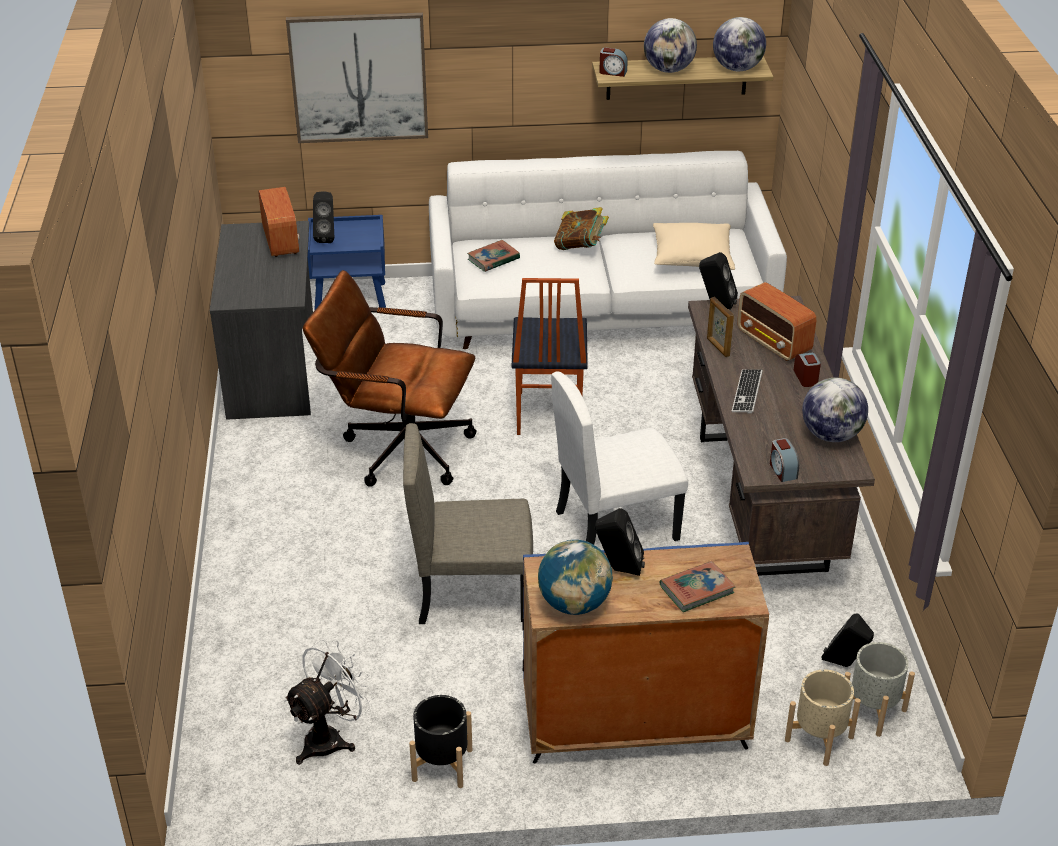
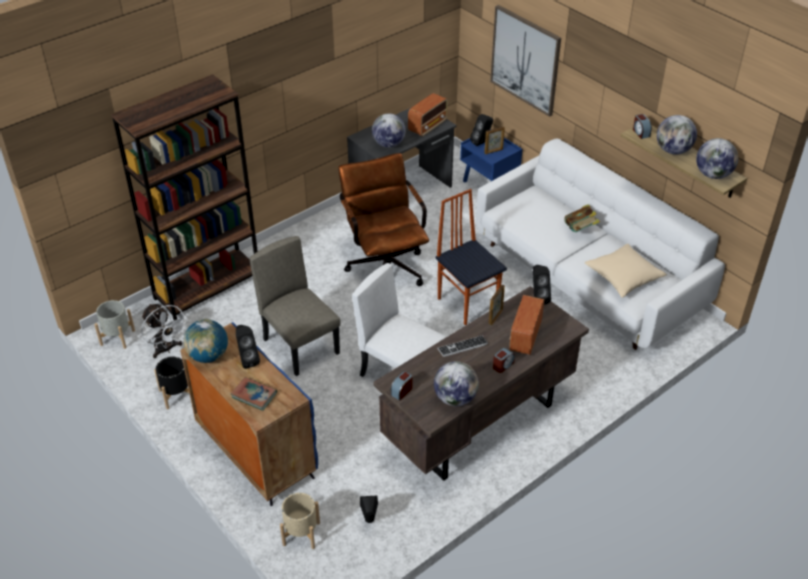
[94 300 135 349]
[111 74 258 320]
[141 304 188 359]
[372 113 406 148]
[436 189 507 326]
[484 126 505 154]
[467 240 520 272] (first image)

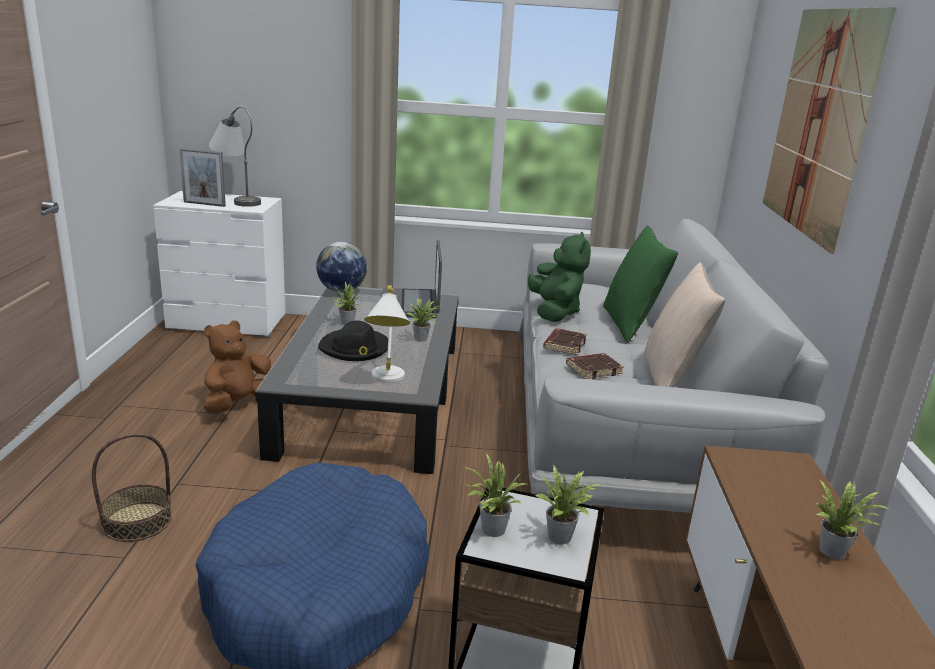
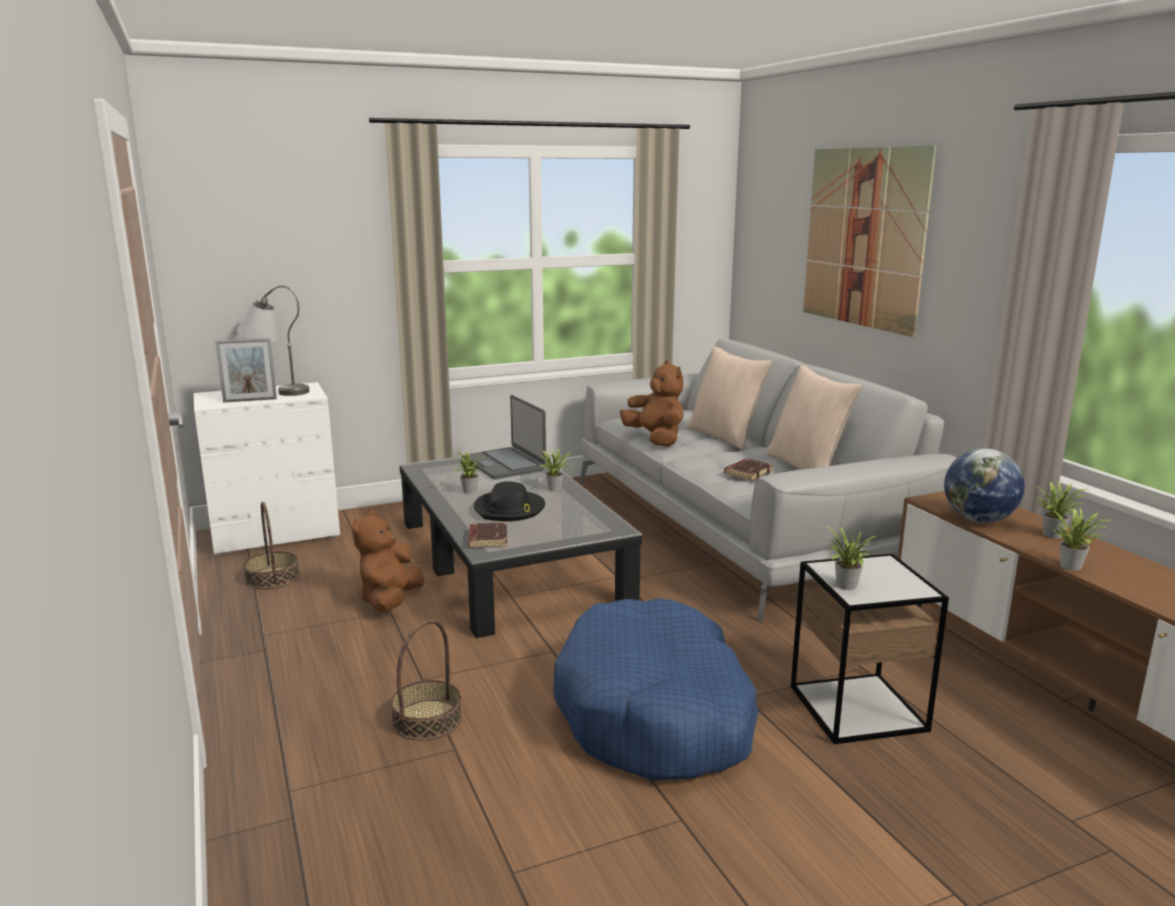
[243 502 299 589]
[468 522 507 548]
[620 361 684 447]
[687 346 772 450]
[944 448 1025 523]
[1054 508 1113 571]
[364 285 410 383] (first image)

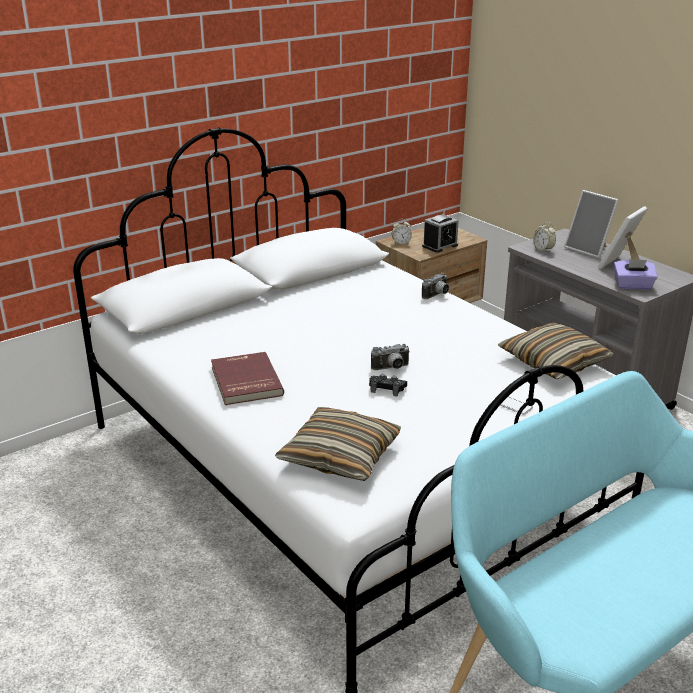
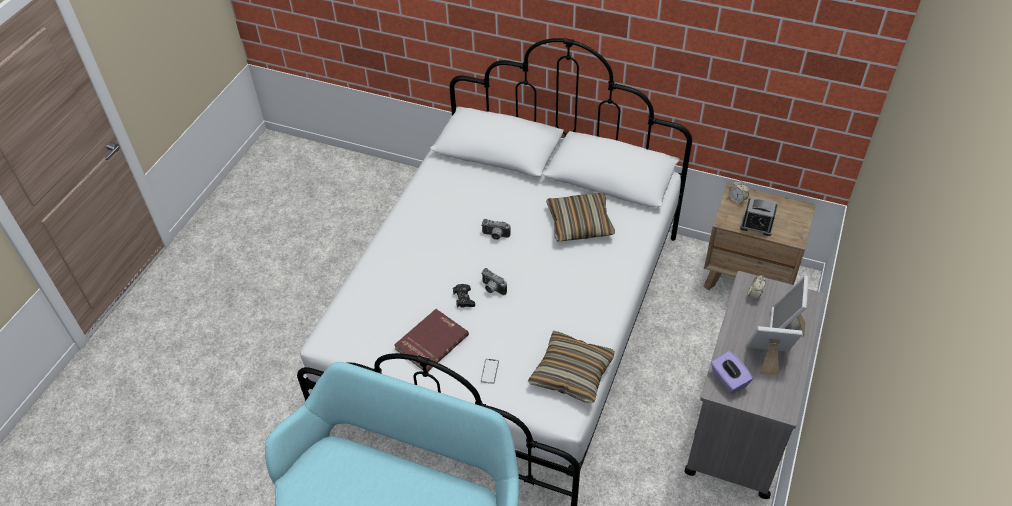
[394 309 469 371]
[481 219 511 240]
[546 193 615 241]

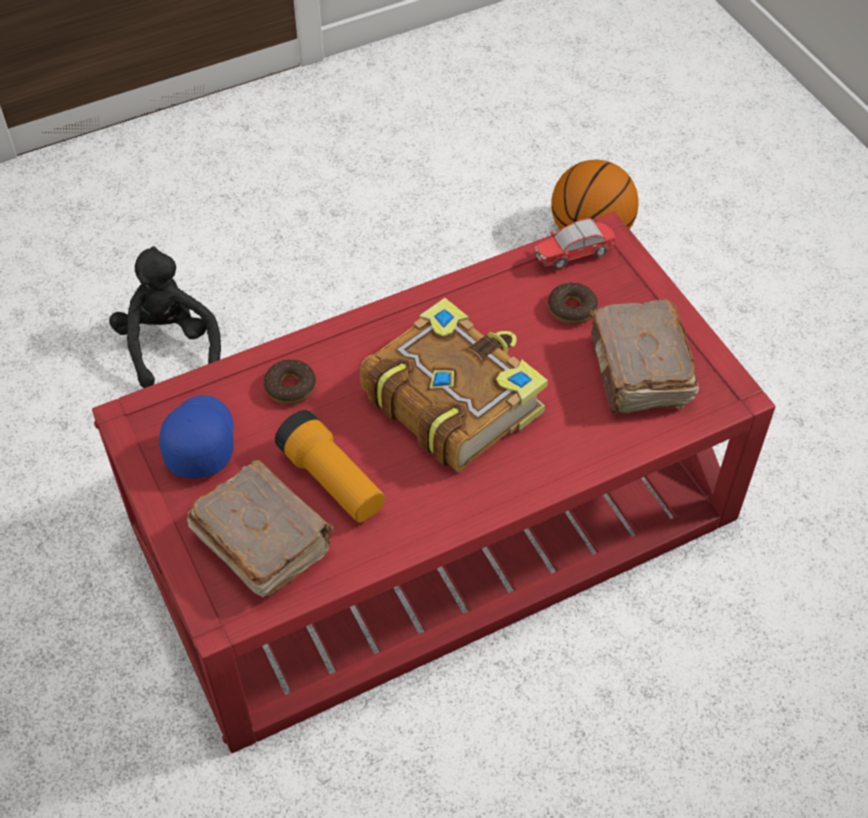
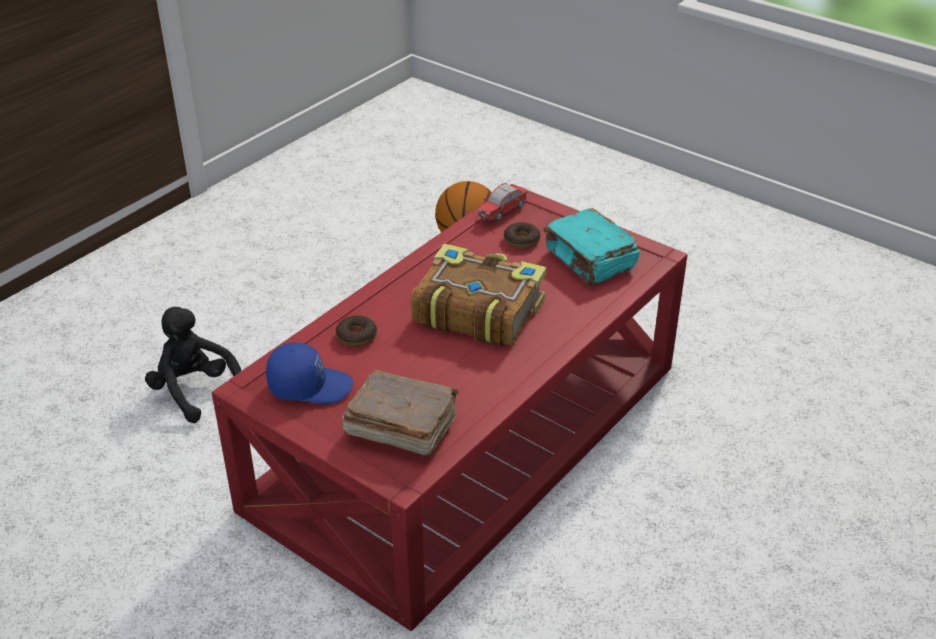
[266 342 353 404]
[543 208 640 285]
[275 410 385 523] (first image)

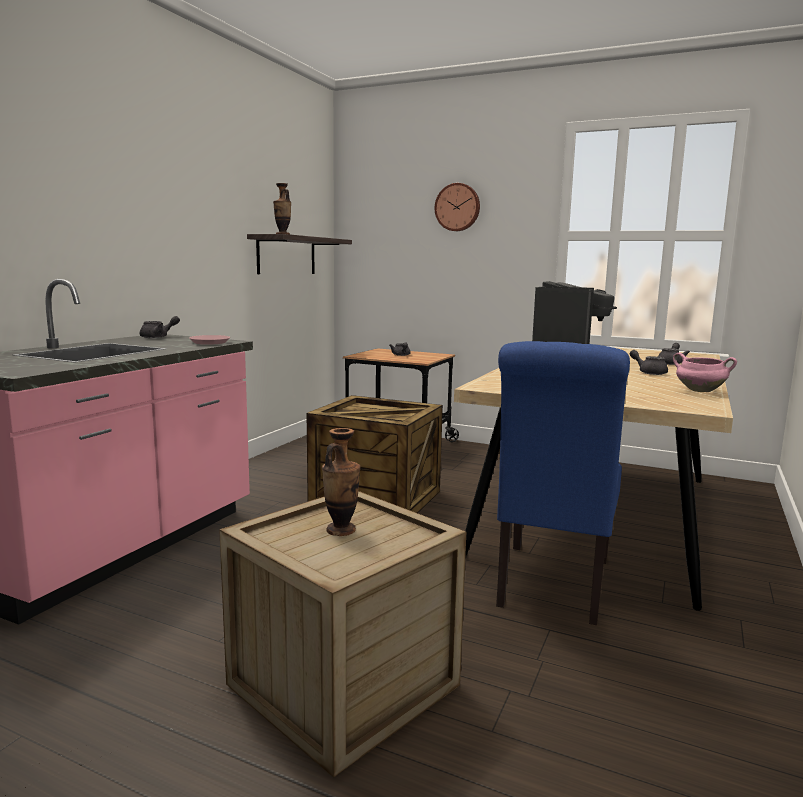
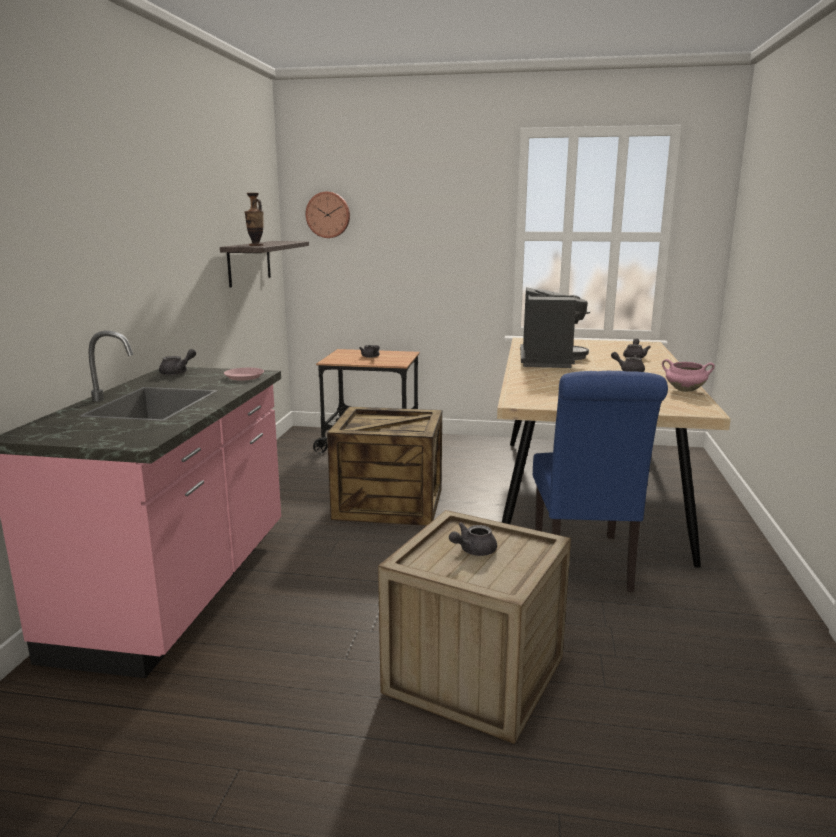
[306 192 350 238]
[449 522 497 556]

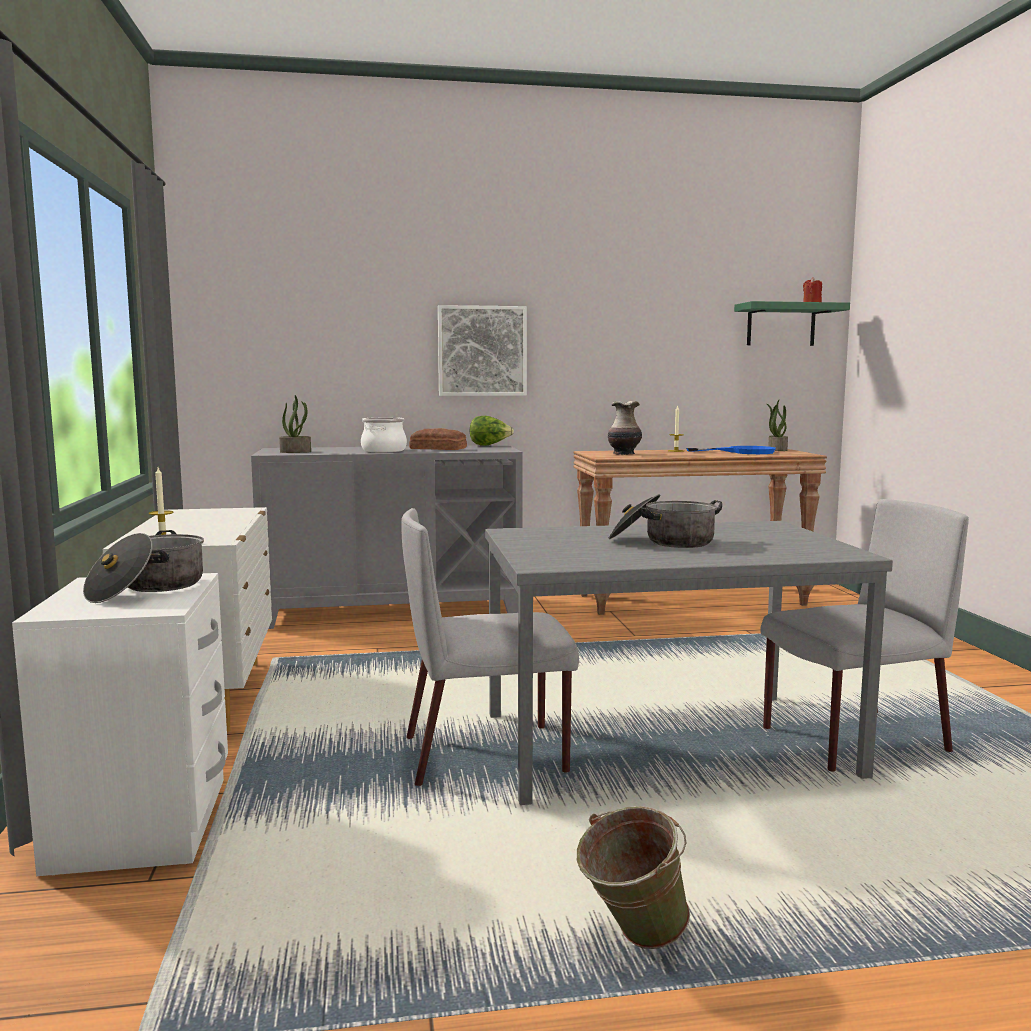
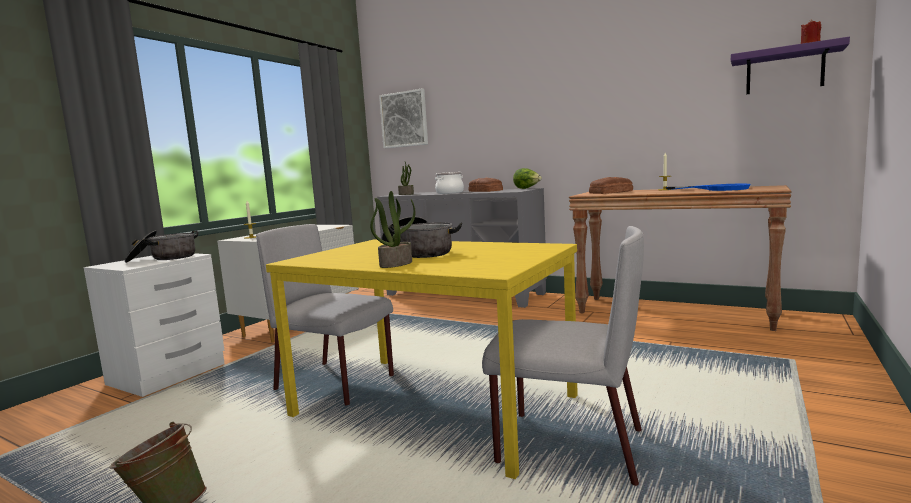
[266 240 578 479]
[370 191 415 268]
[379 89 428 148]
[589 177 633 194]
[731 37 850 94]

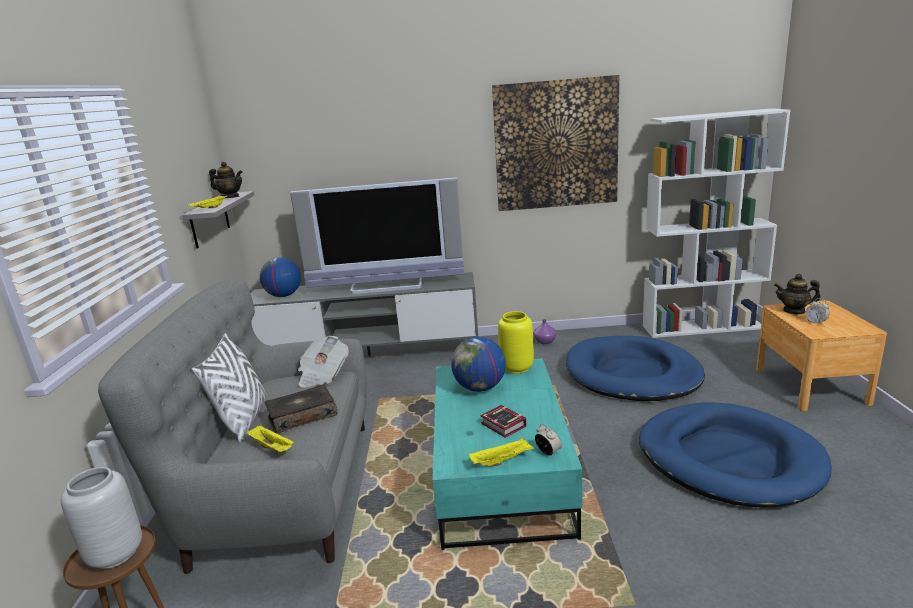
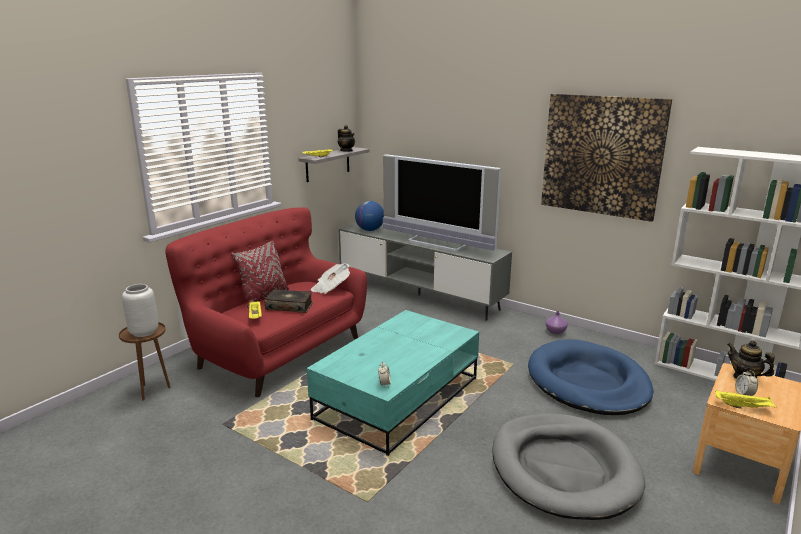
[165 207 367 397]
[231 240 289 308]
[492 413 645 520]
[715 390 776 409]
[451 337 506 392] (first image)
[480 405 527 438] (first image)
[498 311 534 374] (first image)

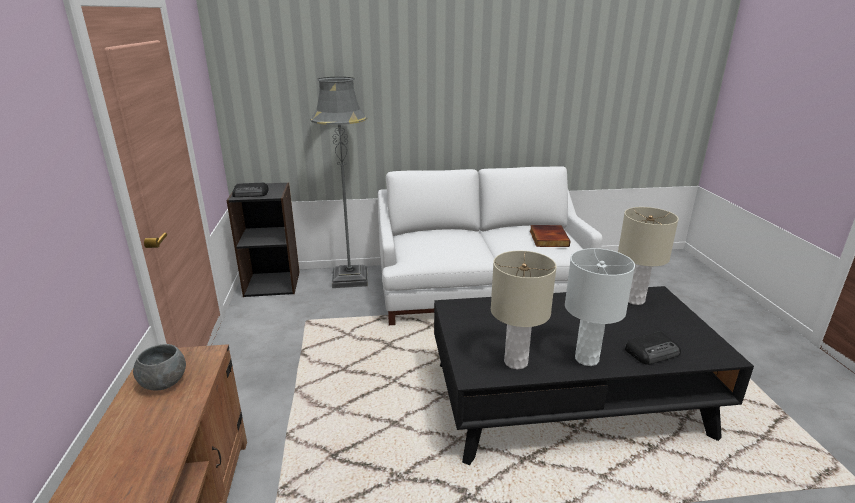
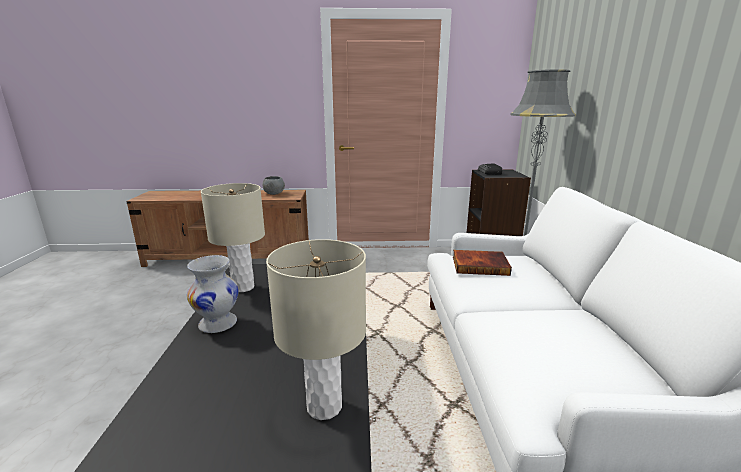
[187 255 239 333]
[453 250 512 276]
[625 331 681 365] (first image)

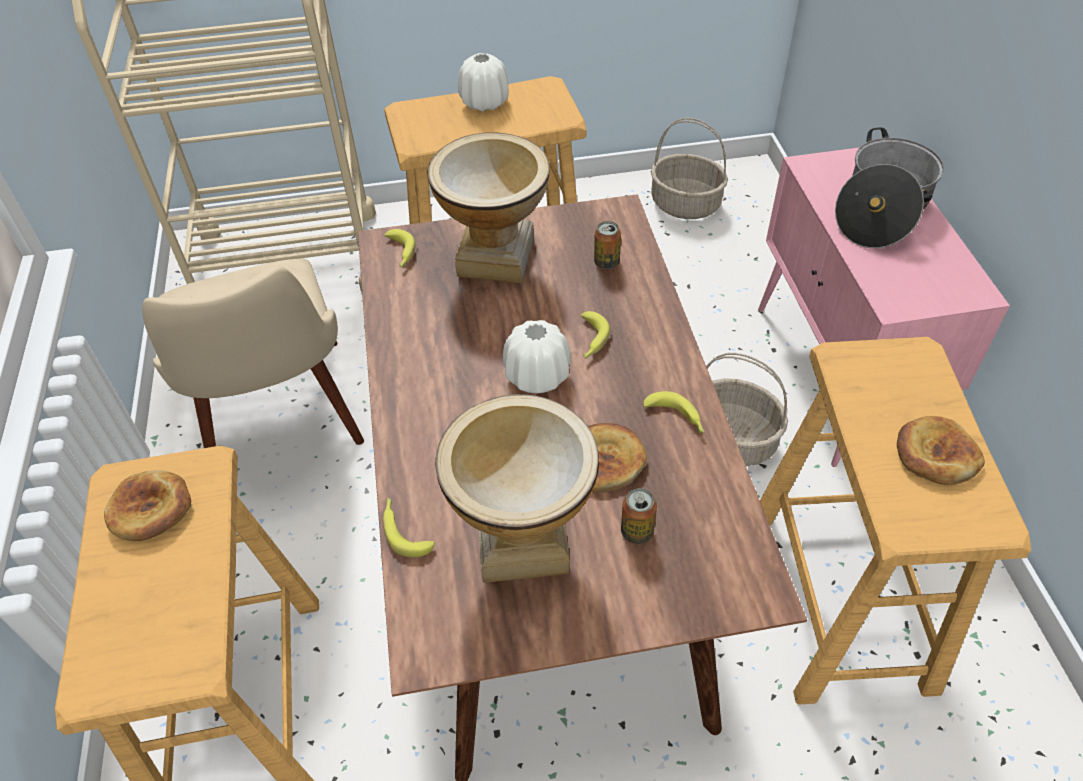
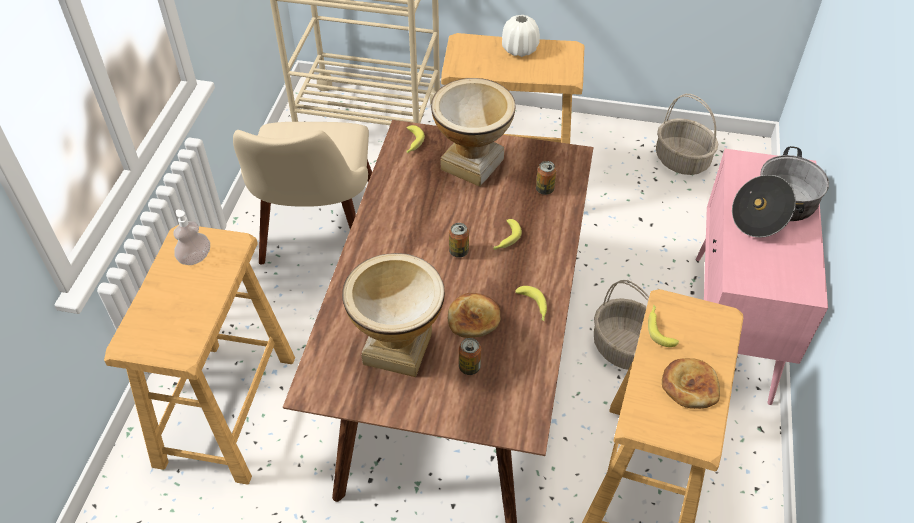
[173 210 210 265]
[449 223 469 258]
[648 305 679 347]

